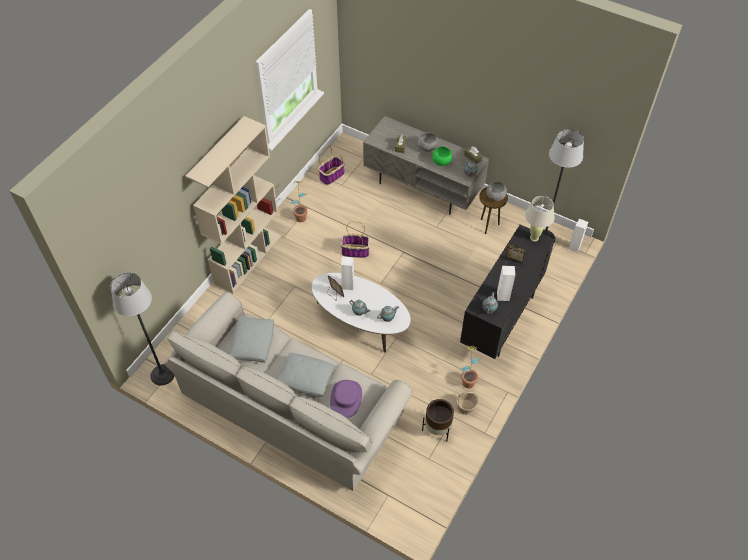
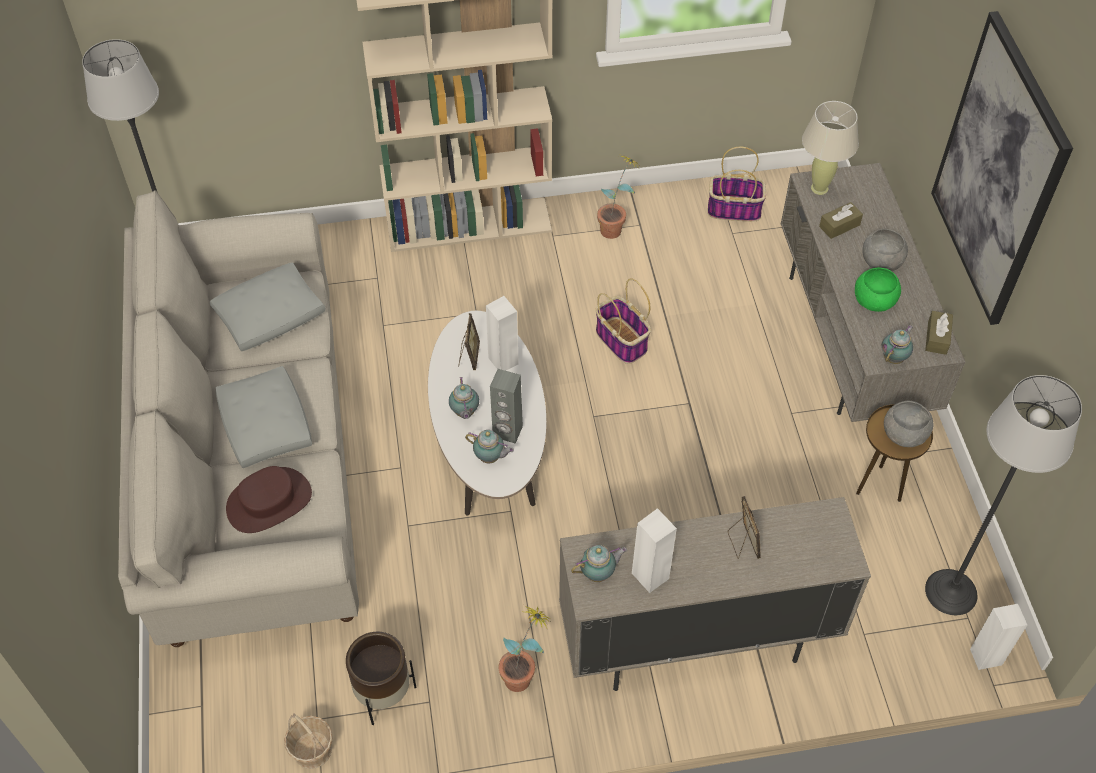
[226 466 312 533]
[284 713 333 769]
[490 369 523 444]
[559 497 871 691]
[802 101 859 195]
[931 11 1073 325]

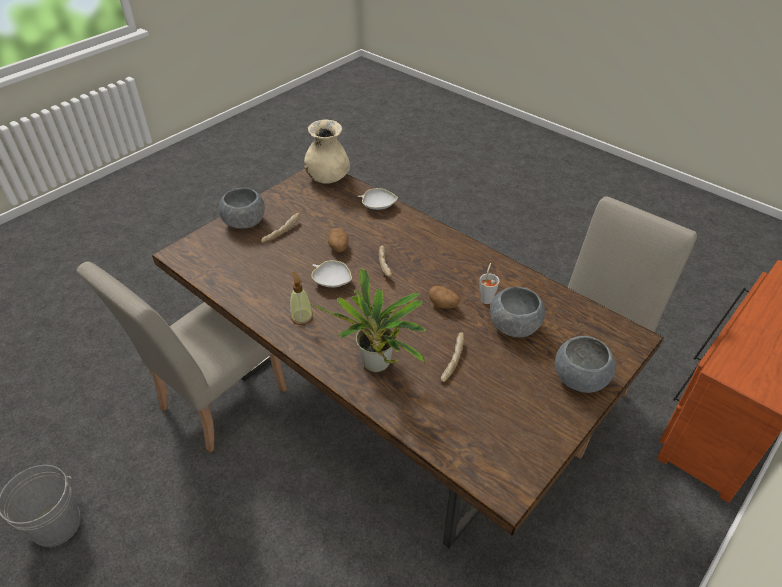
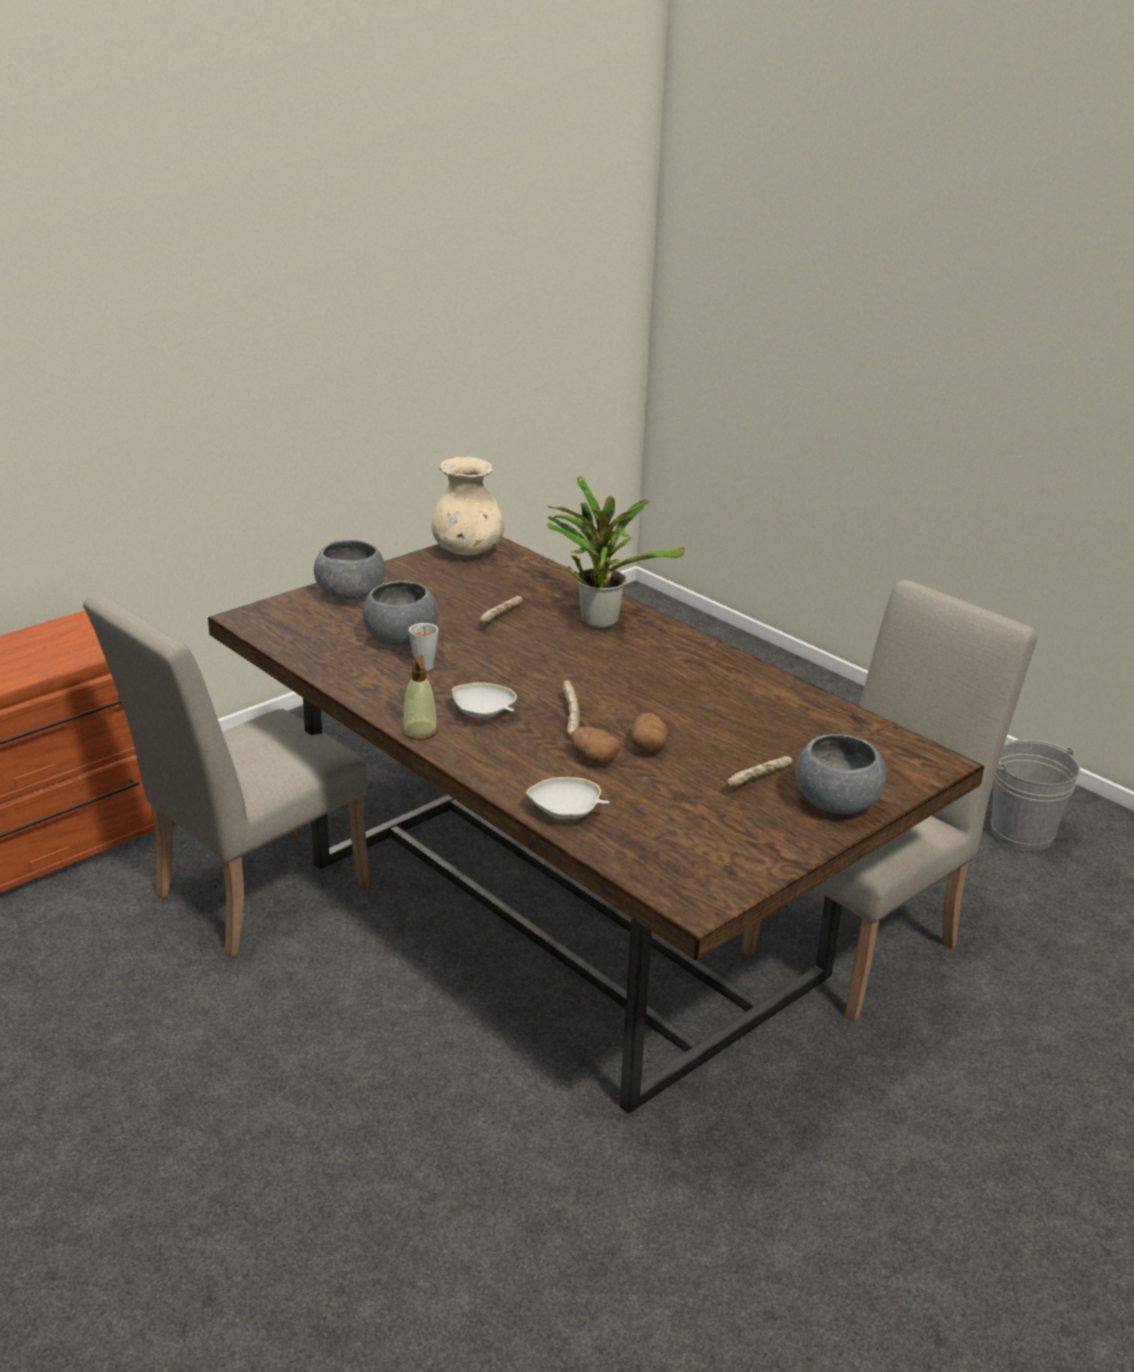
[402 655 438 740]
[432 457 504 555]
[452 682 517 718]
[570 726 620 764]

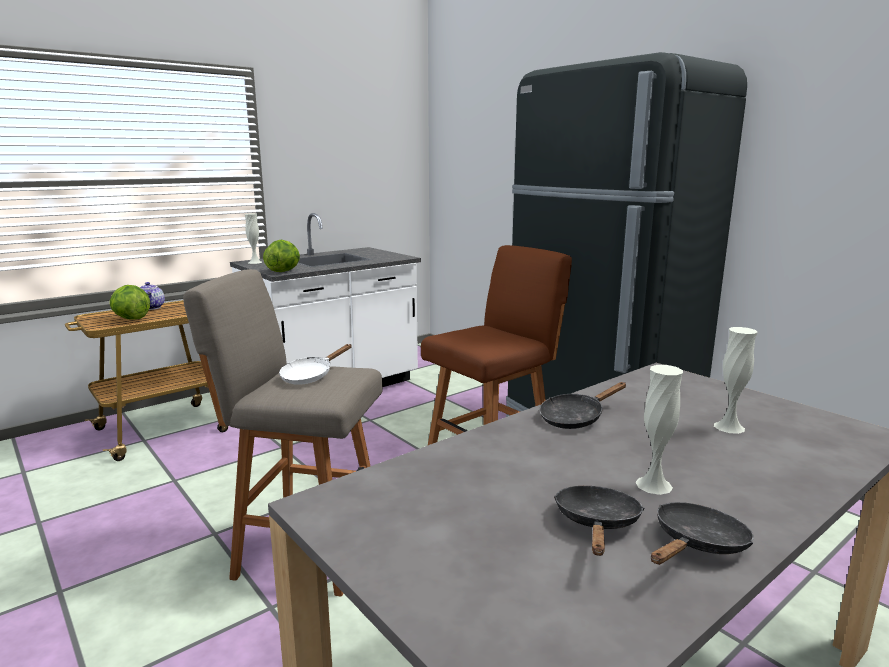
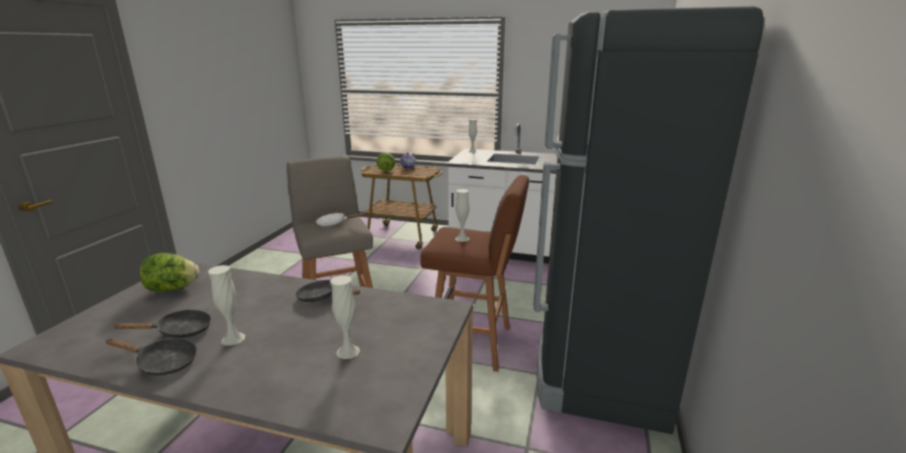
[140 253 199 292]
[455 189 469 242]

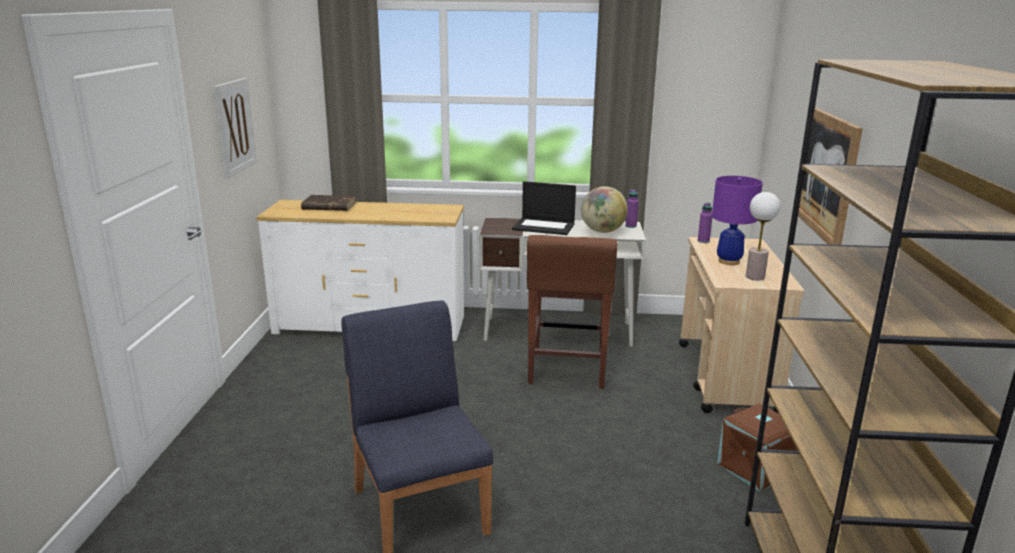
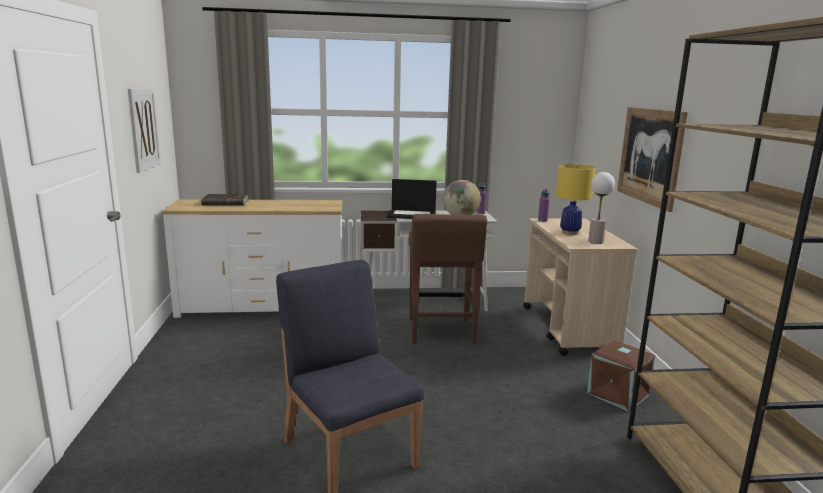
[556 164 596 235]

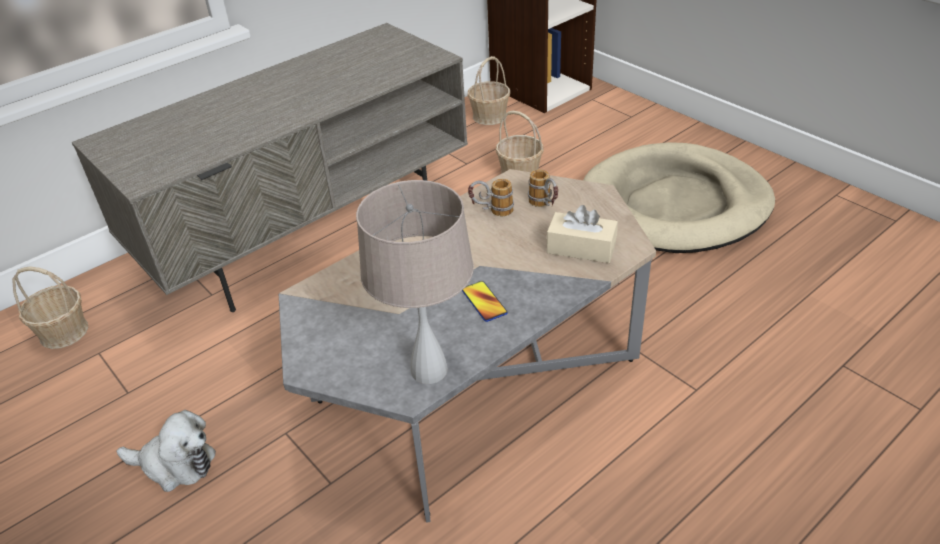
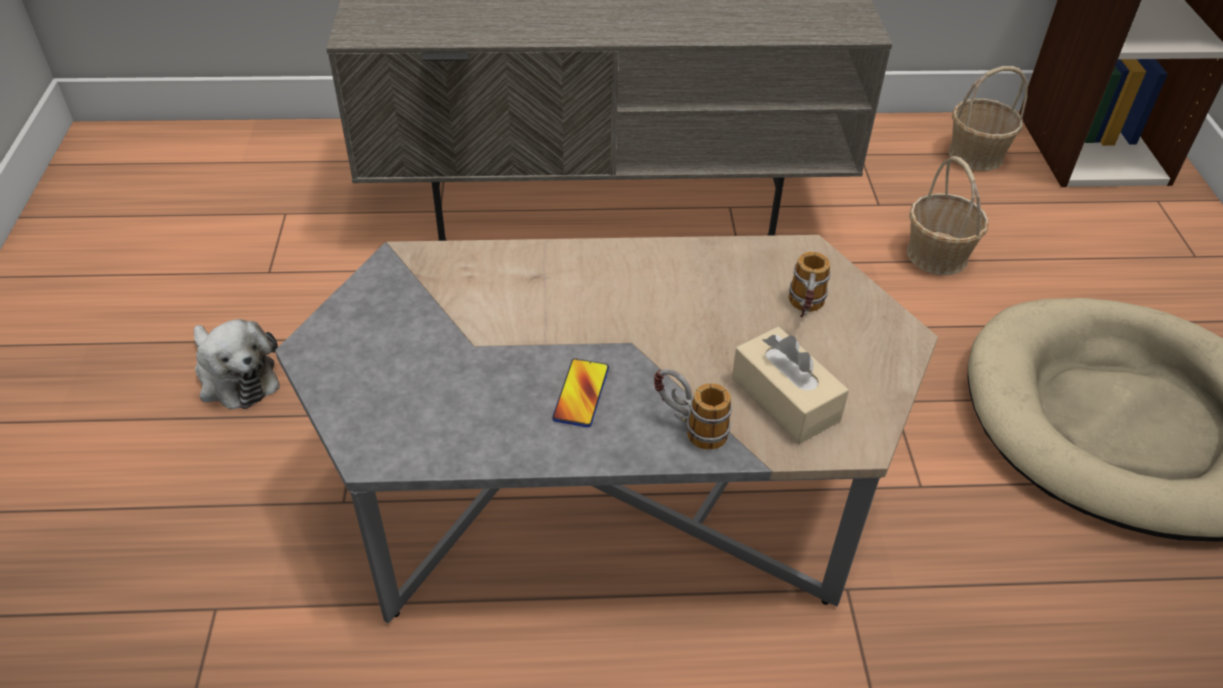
[654 369 732 450]
[12 266 88 349] (first image)
[356 180 474 384] (first image)

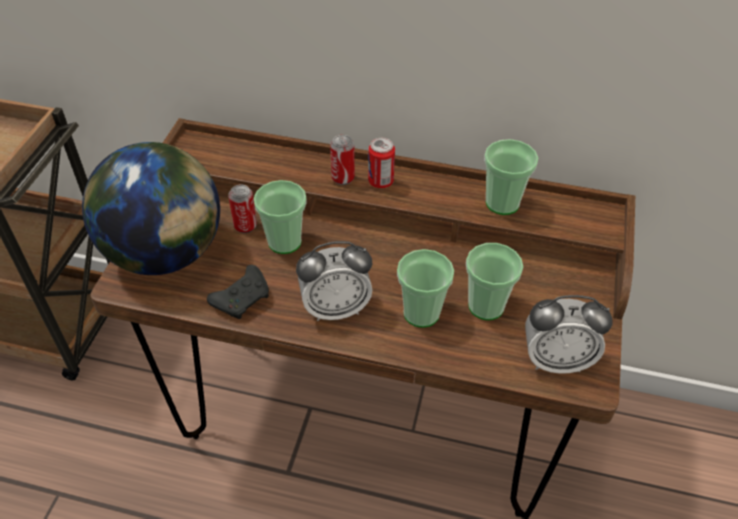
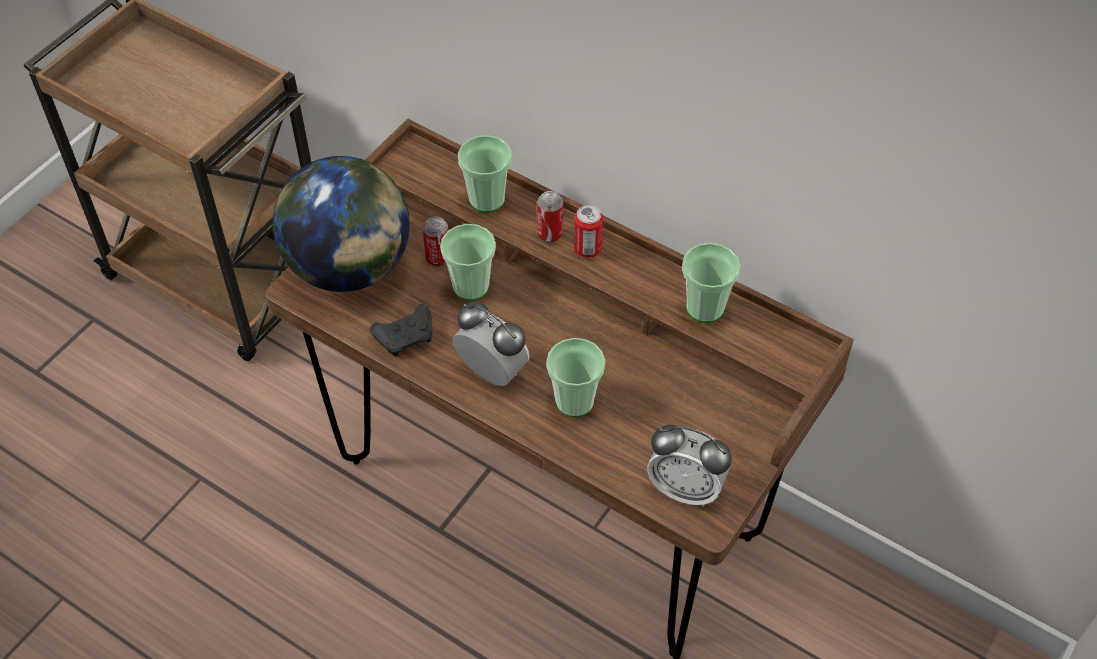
[453 302 530 386]
[458 135 512 213]

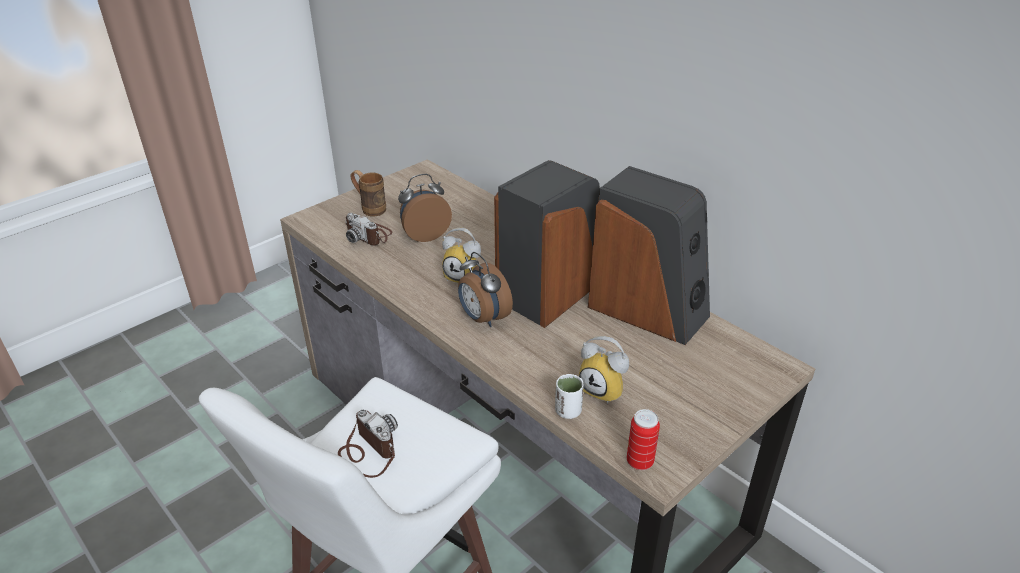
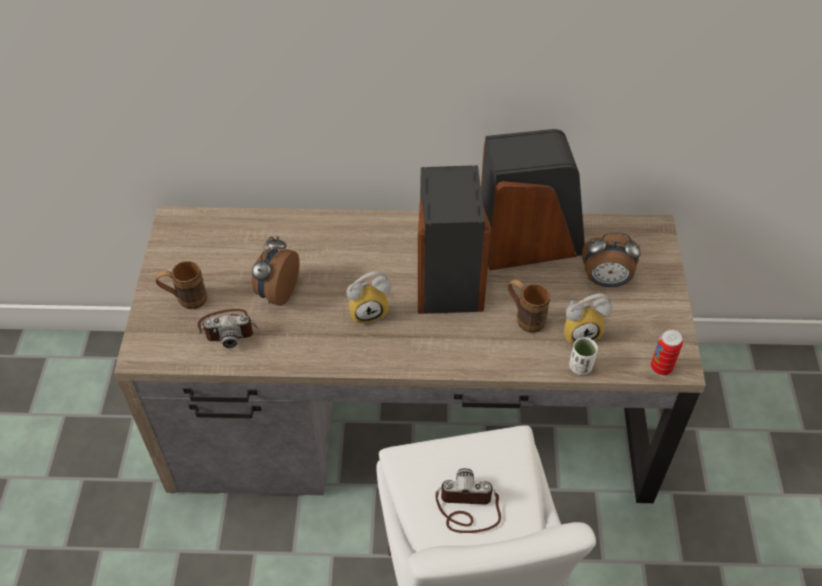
[507 279 550 333]
[582 232 641 287]

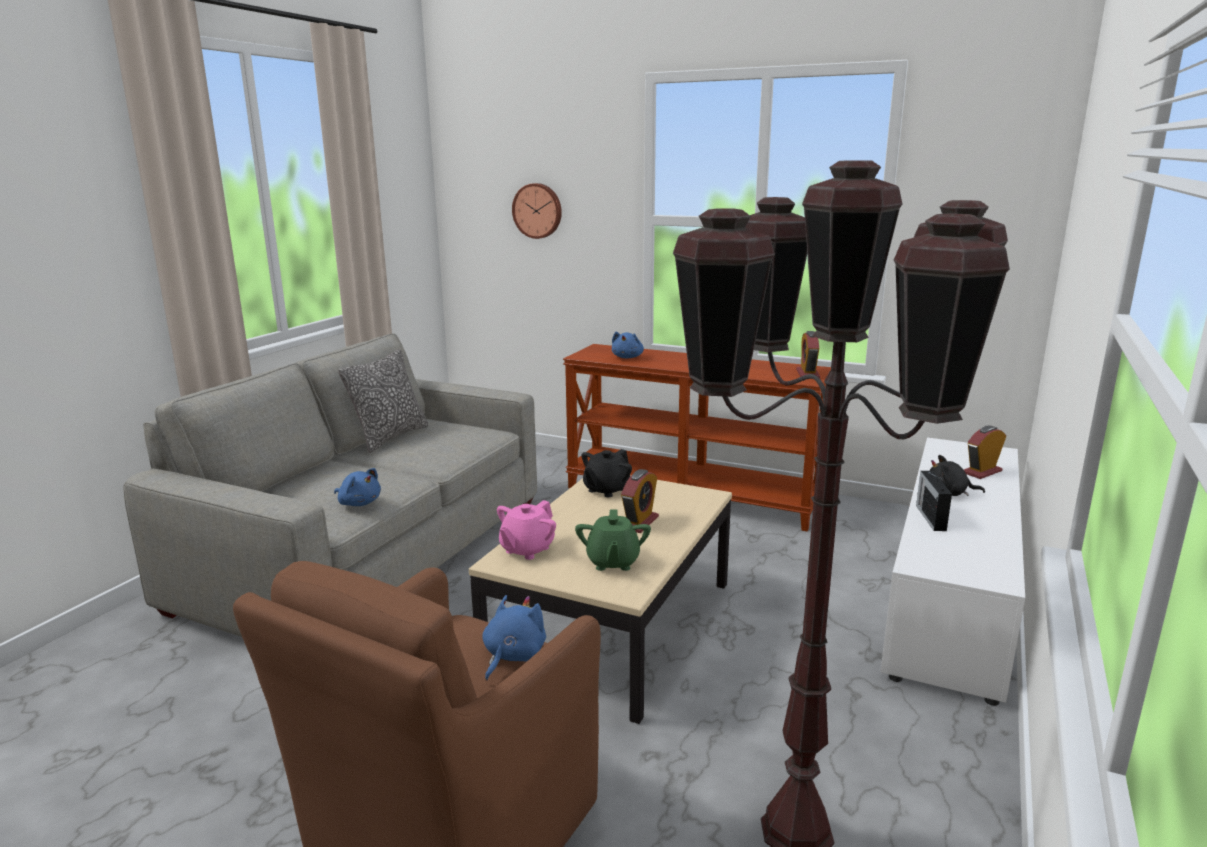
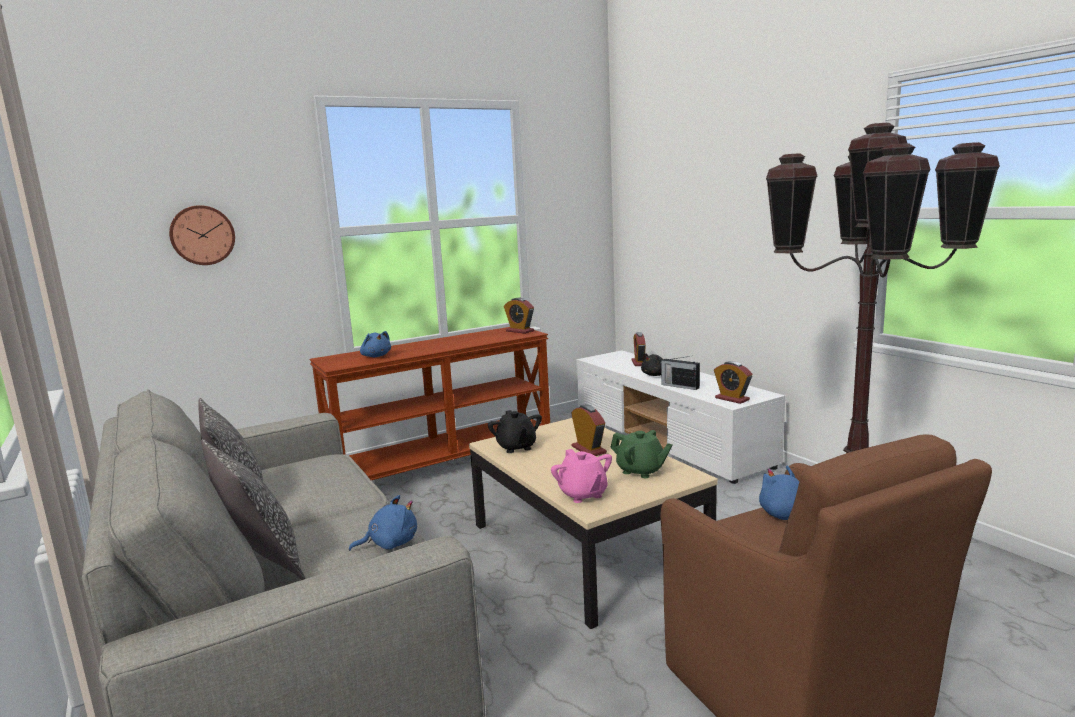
[201 439 305 580]
[714 361 752 404]

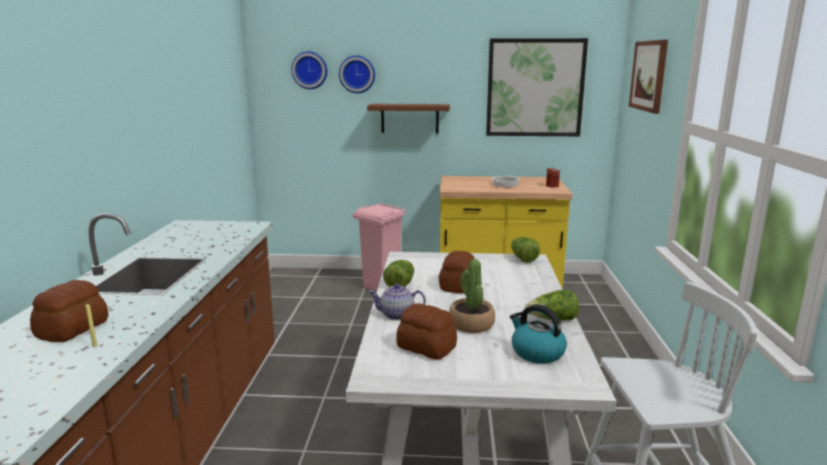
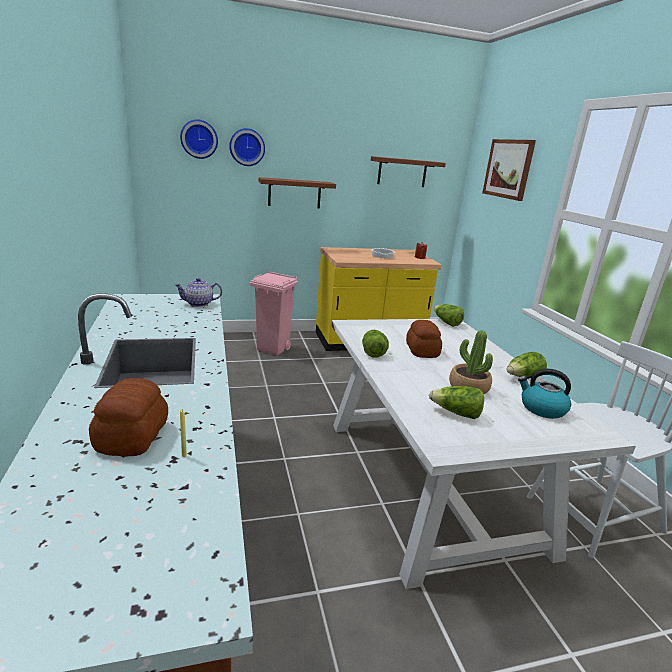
[174 278 222 307]
[371 156 446 187]
[429 386 484 419]

